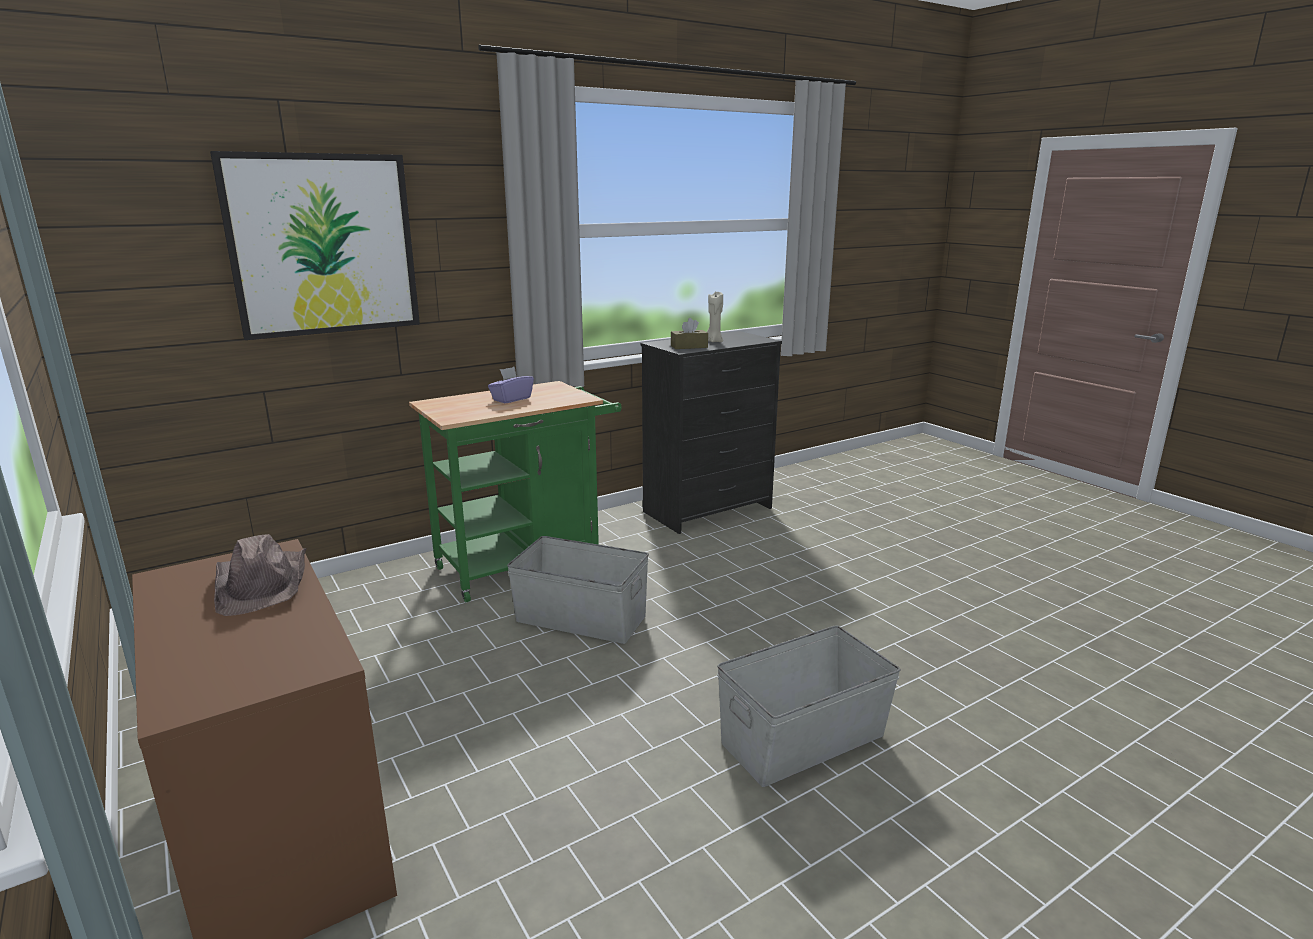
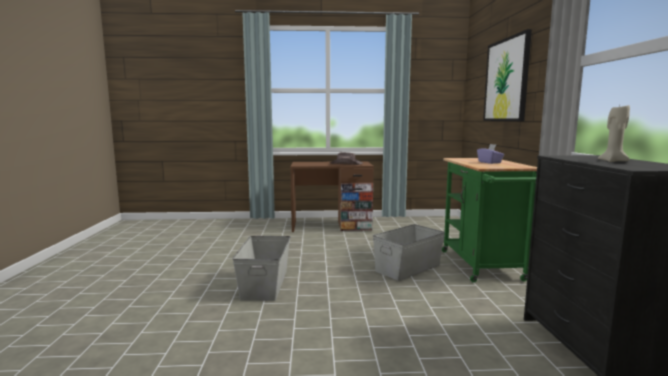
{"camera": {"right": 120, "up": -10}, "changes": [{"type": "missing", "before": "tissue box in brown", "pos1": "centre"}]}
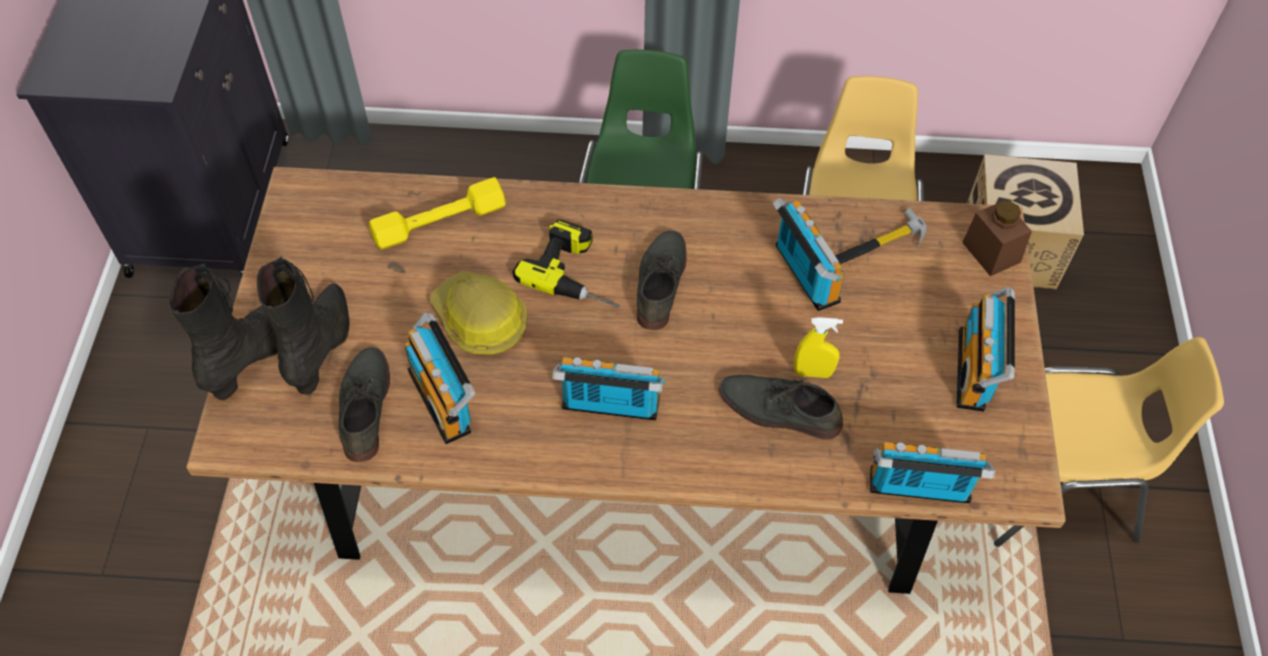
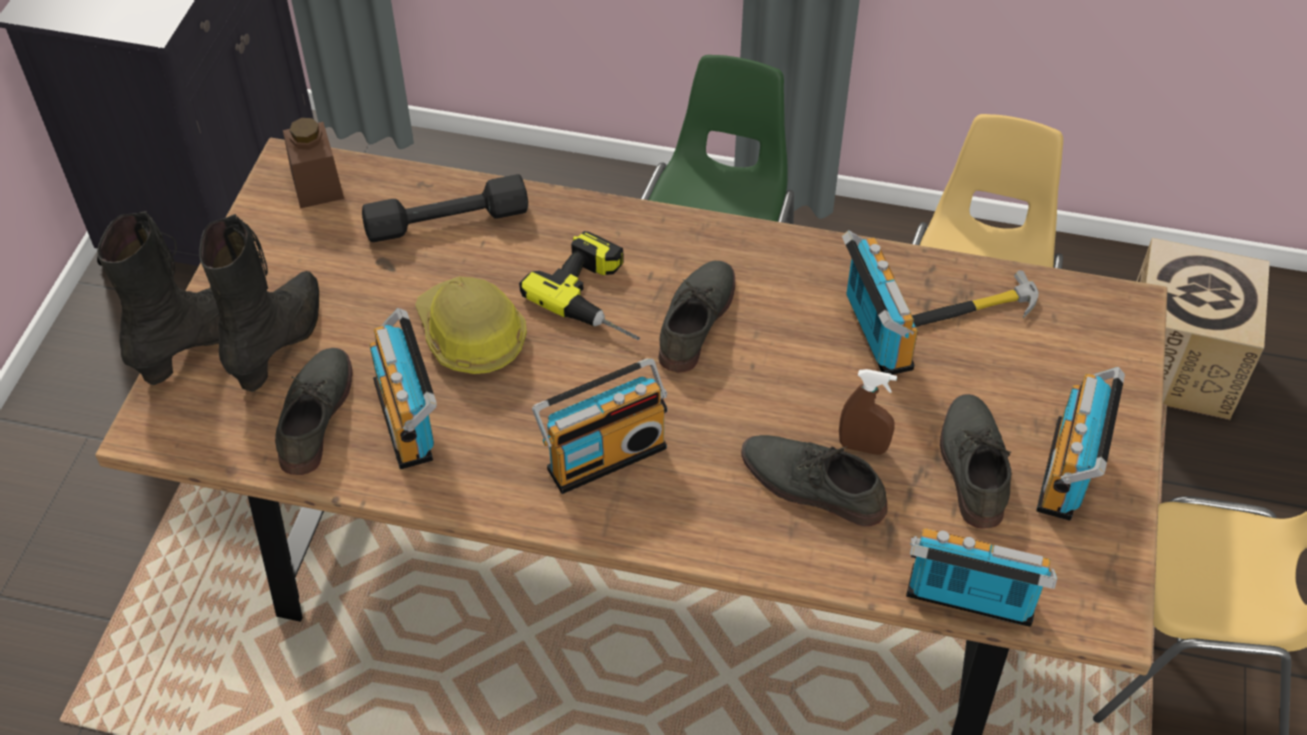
{"camera": {"right": 10, "up": -5}, "changes": [{"type": "colour", "before": "dumbbell in yellow", "after": "dumbbell in black", "pos1": "top centre", "pos2": "top centre"}, {"type": "relocated", "before": "jar in brown", "pos1": "middle right", "pos2": "top left"}, {"type": "colour", "before": "spray bottle in yellow", "after": "spray bottle in brown", "pos1": "centre", "pos2": "centre"}, {"type": "spun", "before": "radio (no. 2 from left)", "pos1": "centre", "pos2": "centre", "turn": 135}, {"type": "appeared", "after": "shoe in grey (no. 4 from left)", "pos2": "middle right"}]}
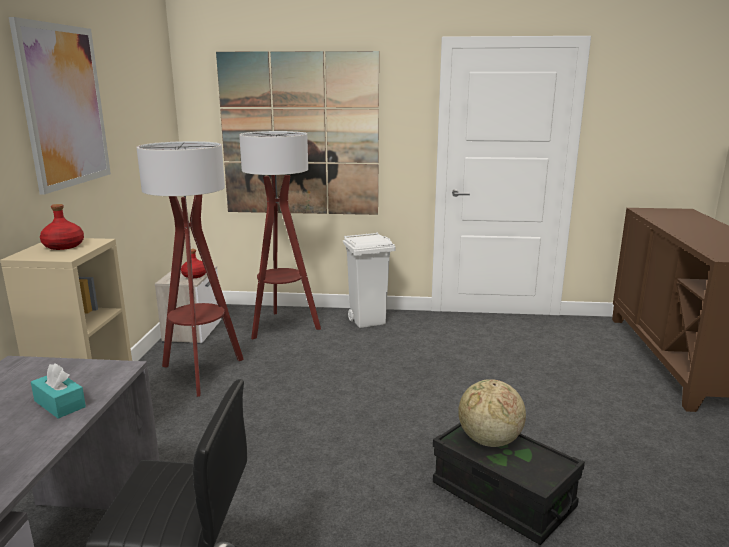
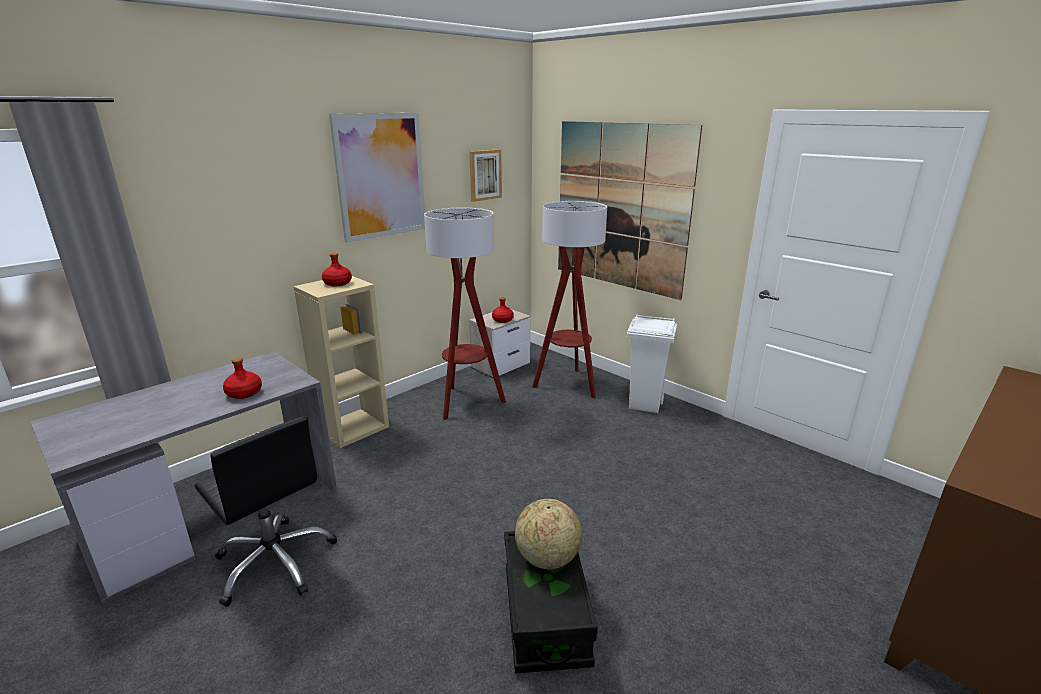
{"camera": {"right": 40, "up": 5}, "changes": [{"type": "exchanged", "before": "tissue box in turquoise", "after": "bottle in red (no. 1 from left)", "pos1": "bottom left", "pos2": "middle left"}, {"type": "appeared", "after": "picture (no. 2 from left)", "pos2": "top centre"}]}
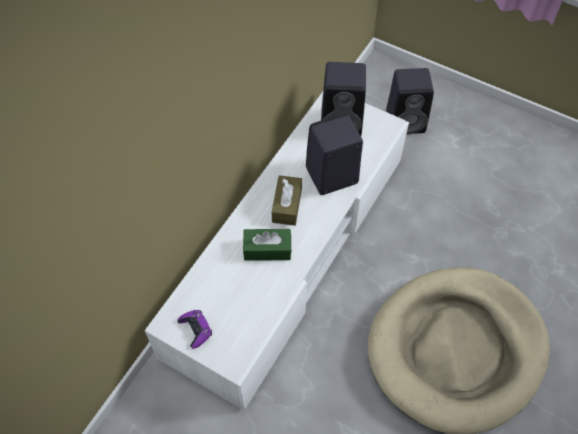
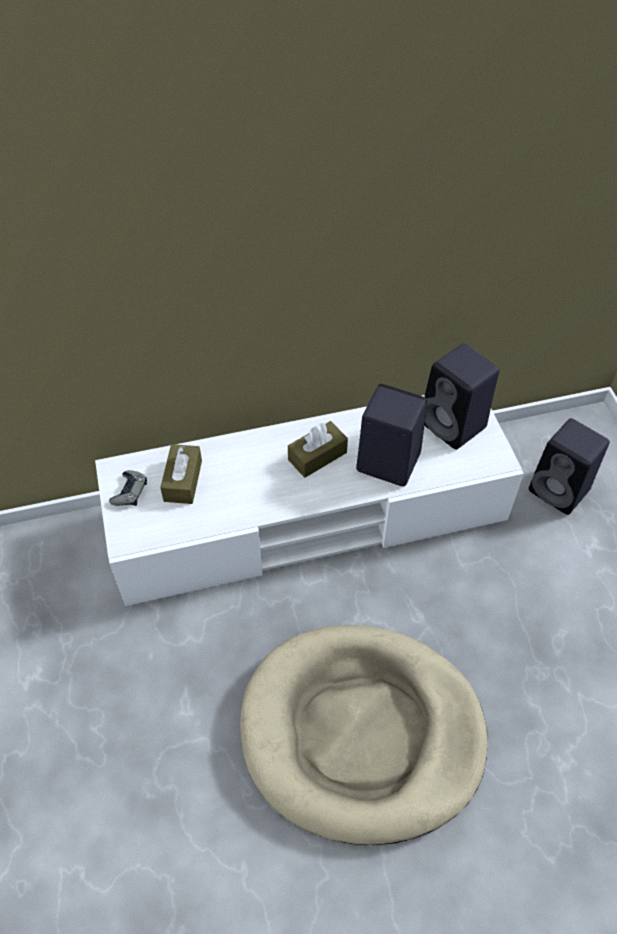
{"camera": {"right": 45, "up": -5}, "changes": [{"type": "missing", "before": "tissue box in green", "pos1": "centre"}, {"type": "colour", "before": "game controller in purple", "after": "game controller in grey", "pos1": "bottom centre", "pos2": "middle left"}, {"type": "appeared", "after": "tissue box in brown (no. 1 from left)", "pos2": "middle left"}]}
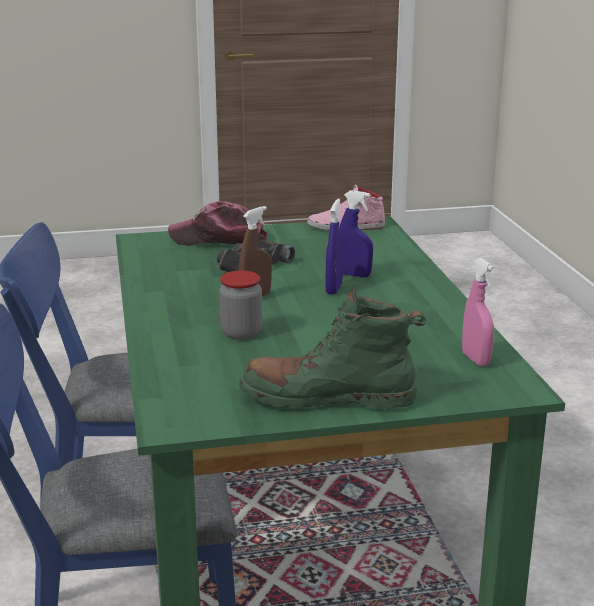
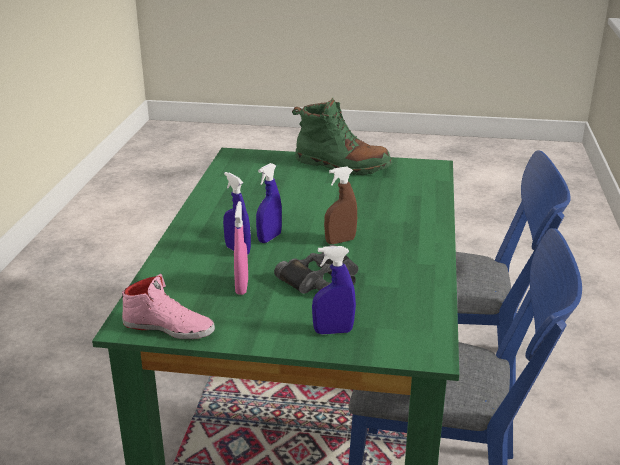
{"camera": {"right": -160, "up": 5}, "changes": [{"type": "exchanged", "before": "cap", "after": "spray bottle in blue (no. 3 from left)", "pos1": "centre", "pos2": "centre"}, {"type": "relocated", "before": "spray bottle in pink", "pos1": "middle right", "pos2": "centre"}, {"type": "missing", "before": "jar", "pos1": "centre"}]}
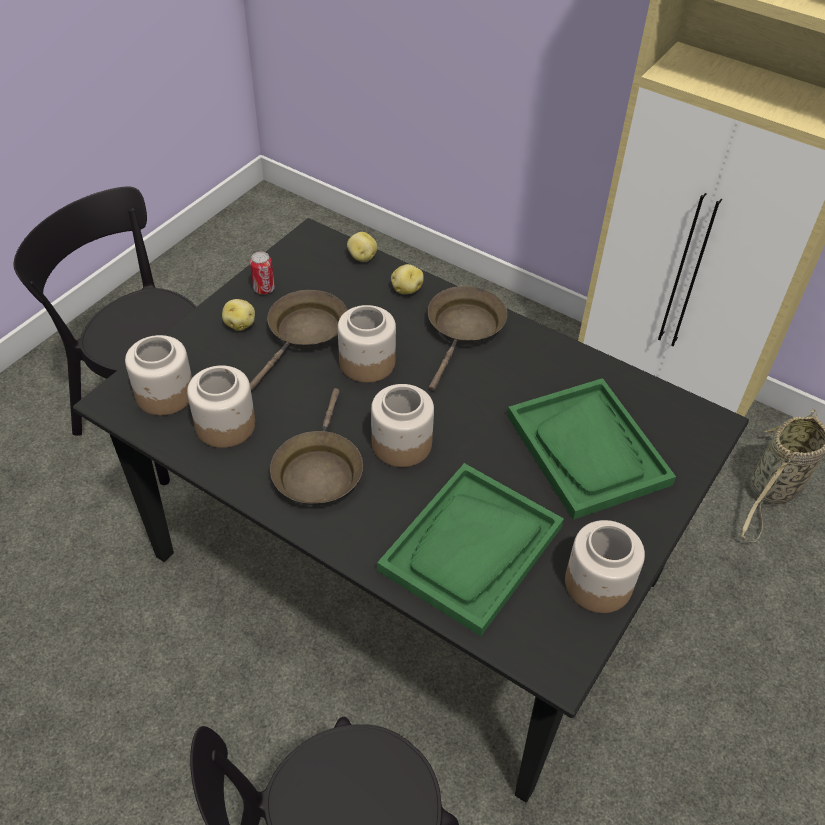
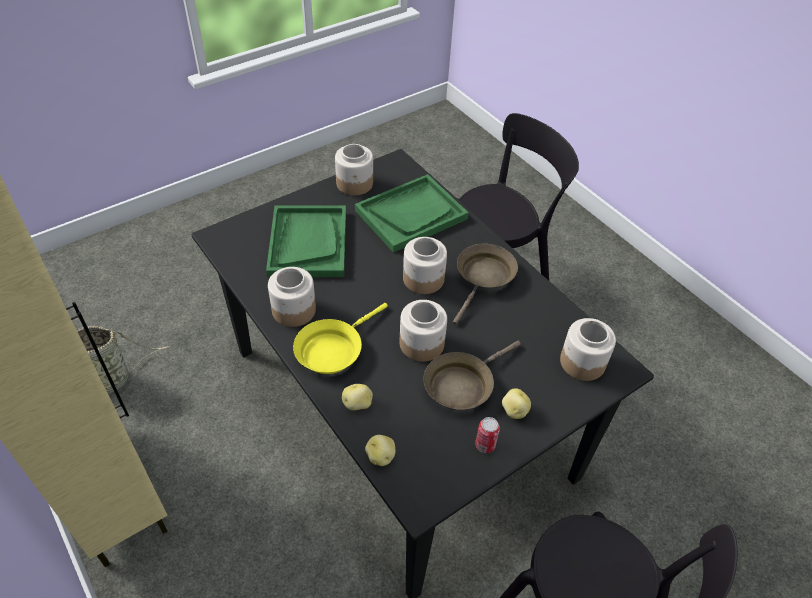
{"camera": {"right": -160, "up": 0}, "changes": [{"type": "colour", "before": "frying pan in brown (no. 3 from left)", "after": "frying pan in yellow", "pos1": "centre", "pos2": "centre"}, {"type": "relocated", "before": "jar (no. 2 from left in the first image)", "after": "jar (no. 1 from left)", "pos1": "middle left", "pos2": "centre"}]}
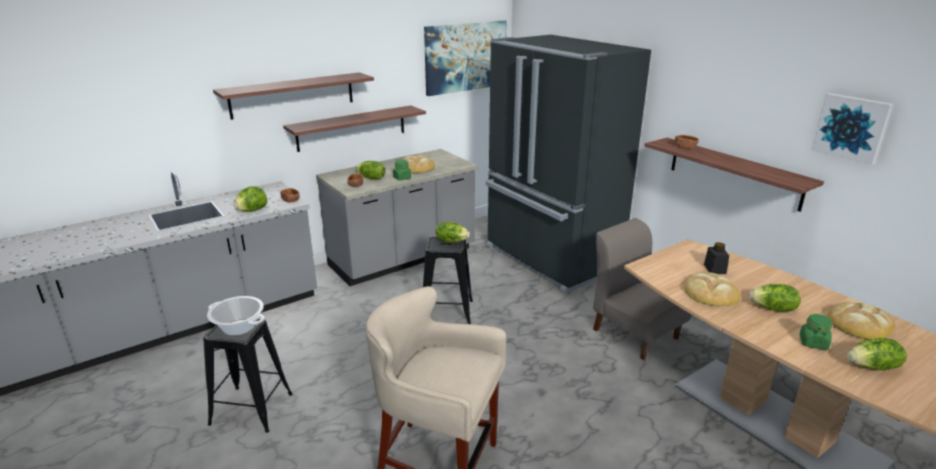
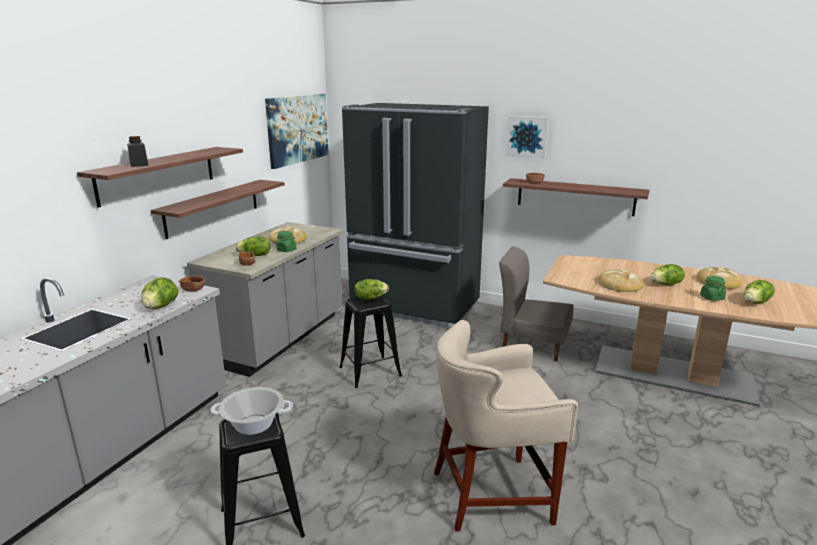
{"camera": {"right": -30, "up": -5}, "changes": [{"type": "relocated", "before": "picture (no. 2 from left)", "pos1": "top right", "pos2": "top centre"}, {"type": "relocated", "before": "jar in black", "pos1": "middle right", "pos2": "top left"}]}
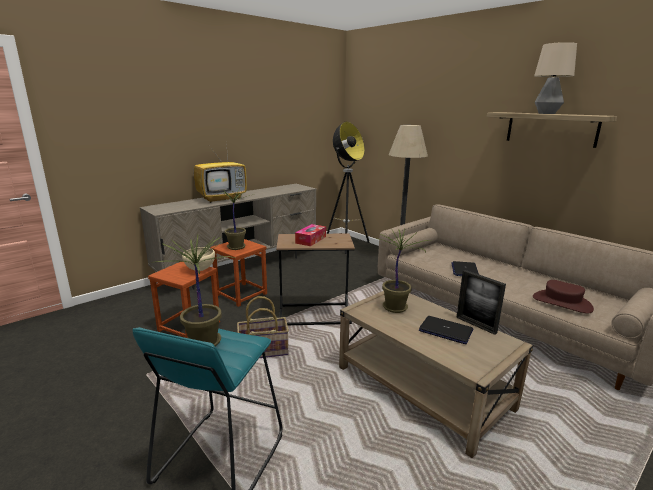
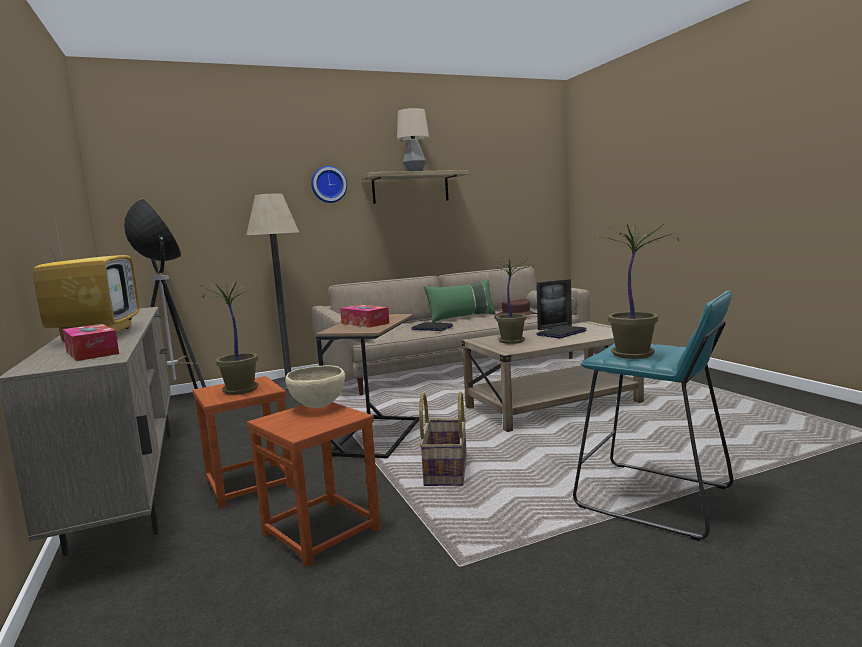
{"camera": {"right": -70, "up": -10}, "changes": [{"type": "appeared", "after": "wall clock", "pos2": "top centre"}, {"type": "appeared", "after": "pillow in green", "pos2": "centre"}, {"type": "appeared", "after": "tissue box (no. 1 from left)", "pos2": "middle left"}]}
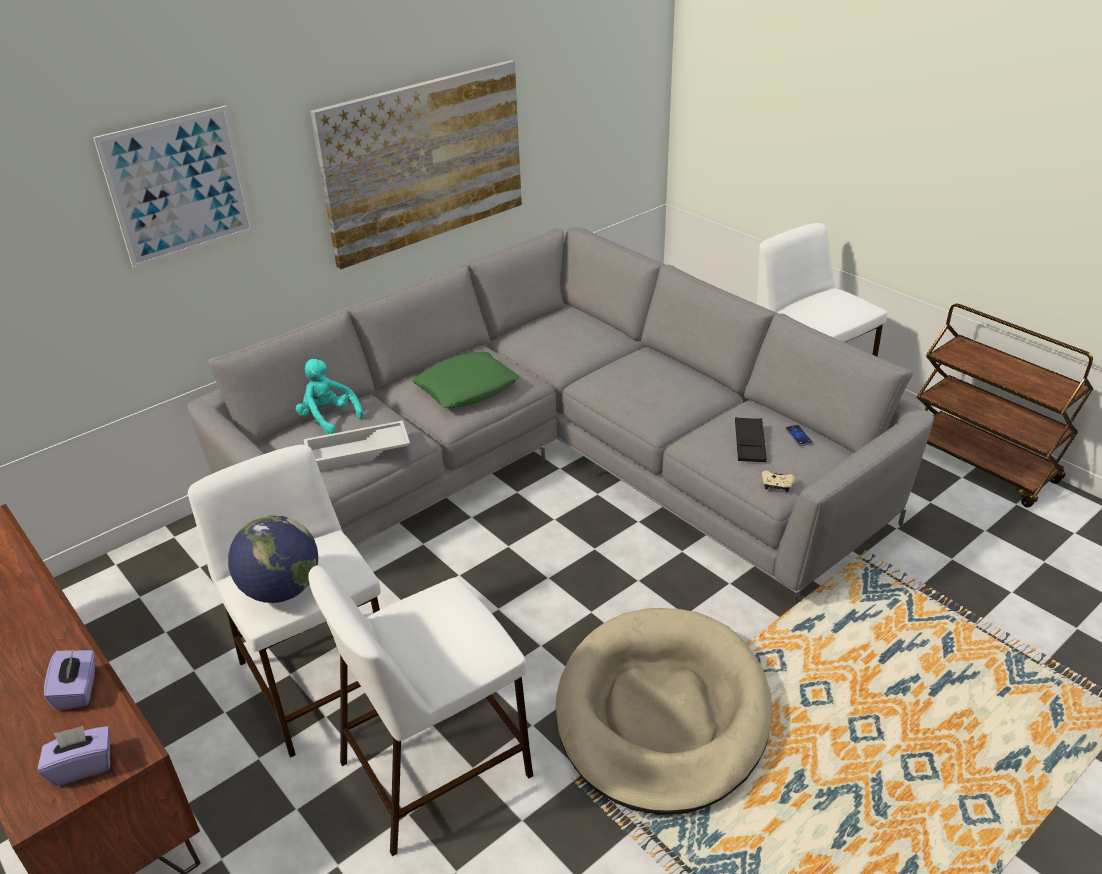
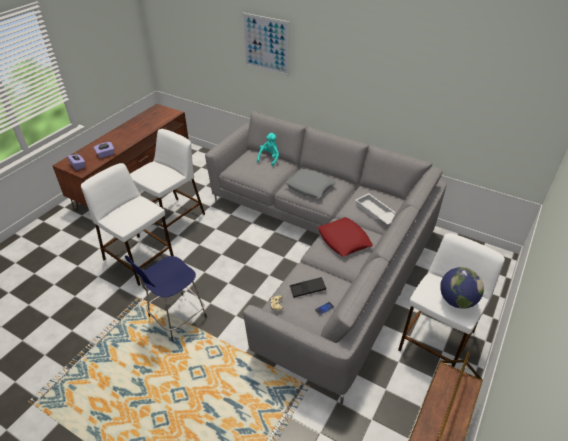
{"camera": {"right": 70, "up": 5}, "changes": [{"type": "missing", "before": "picture (no. 2 from left)", "pos1": "top centre"}, {"type": "colour", "before": "pillow in green", "after": "pillow in grey", "pos1": "centre", "pos2": "centre"}, {"type": "relocated", "before": "tray in white", "pos1": "middle left", "pos2": "centre"}, {"type": "relocated", "before": "globe", "pos1": "middle left", "pos2": "middle right"}, {"type": "exchanged", "before": "dog bed in beige", "after": "stool in blue", "pos1": "bottom centre", "pos2": "bottom left"}, {"type": "appeared", "after": "pillow in red", "pos2": "centre"}]}
